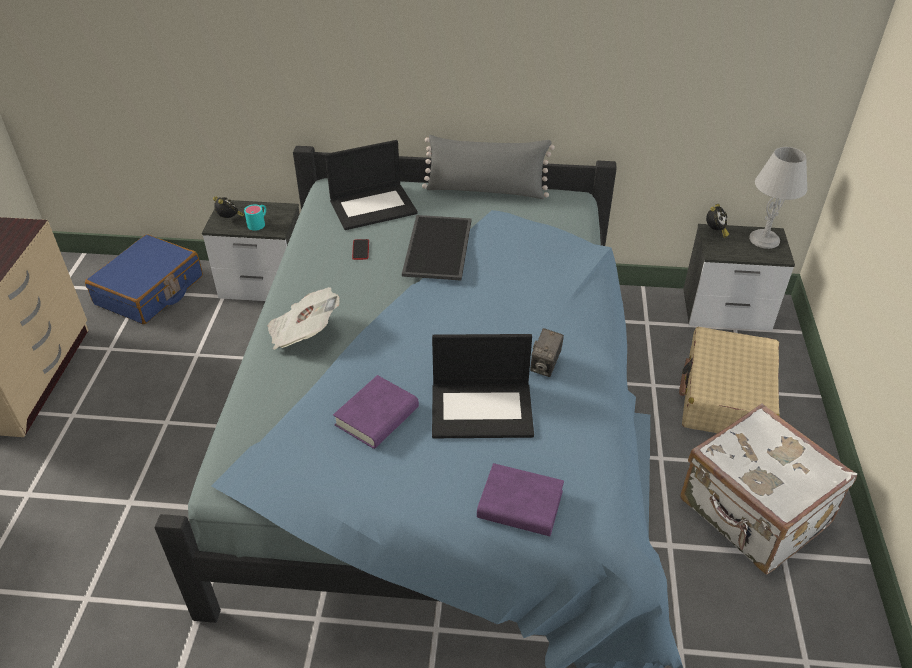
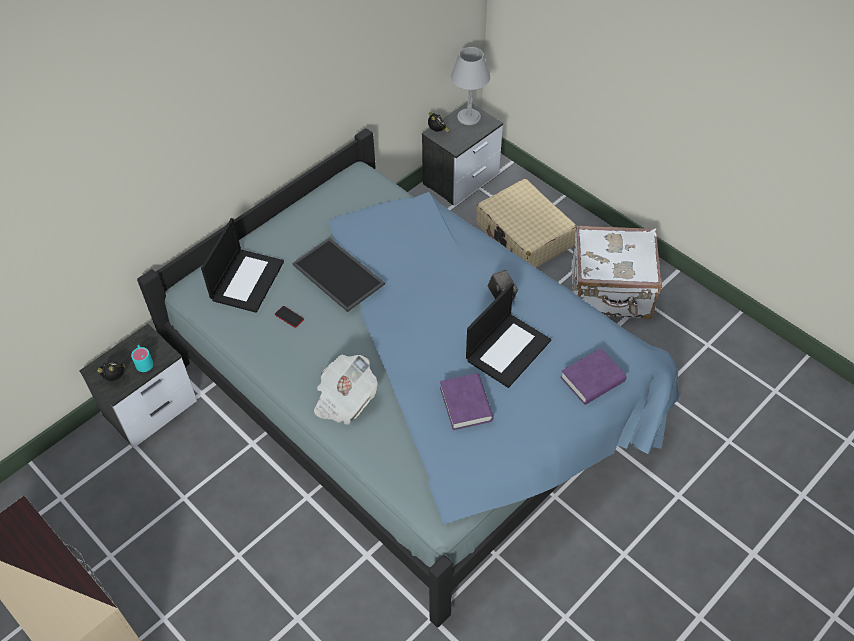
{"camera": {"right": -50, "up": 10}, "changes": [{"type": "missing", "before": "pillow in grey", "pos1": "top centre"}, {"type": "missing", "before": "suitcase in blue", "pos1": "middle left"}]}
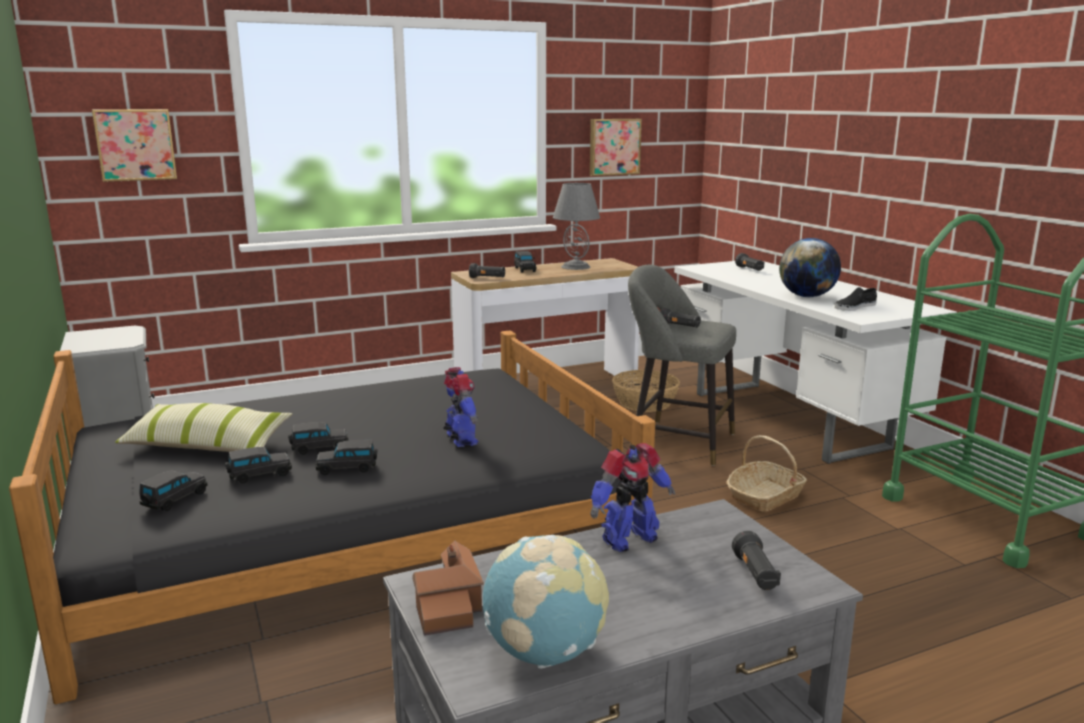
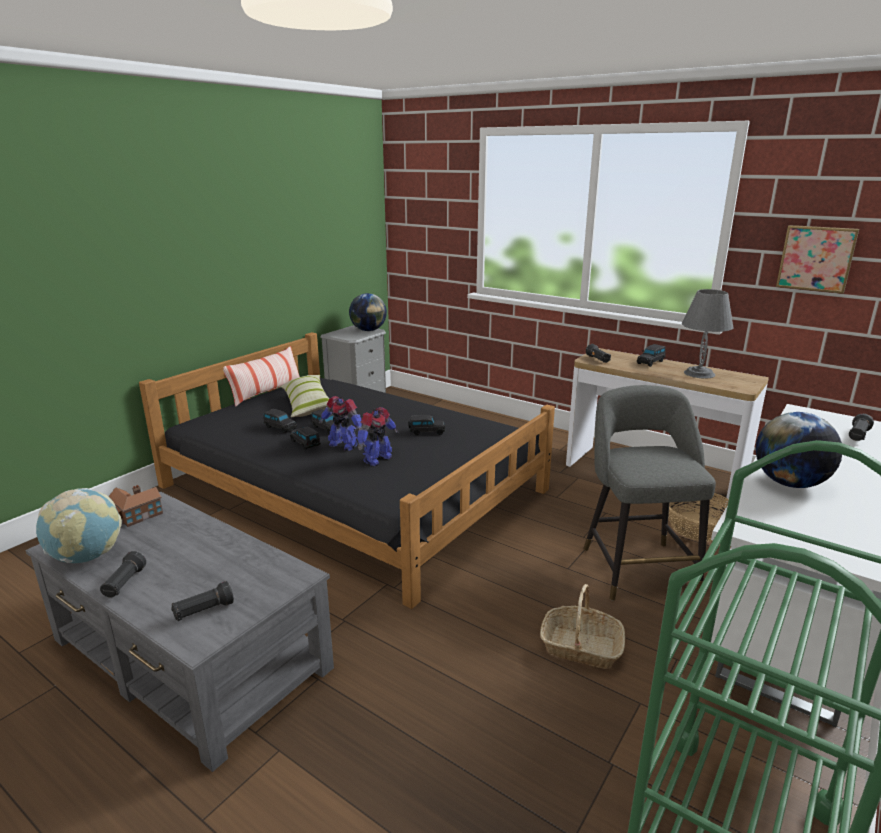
{"camera": {"right": 60, "up": 5}, "changes": [{"type": "missing", "before": "picture (no. 1 from left)", "pos1": "top left"}, {"type": "missing", "before": "shoe in black", "pos1": "middle right"}, {"type": "relocated", "before": "flashlight in black (no. 2 from left in the first image)", "after": "flashlight in black (no. 1 from left)", "pos1": "centre", "pos2": "bottom left"}, {"type": "relocated", "before": "toy robot (no. 2 from left in the first image)", "after": "toy robot (no. 1 from left)", "pos1": "bottom centre", "pos2": "centre"}, {"type": "relocated", "before": "toy car in black (no. 1 from left in the first image)", "after": "toy car in black (no. 4 from left)", "pos1": "bottom left", "pos2": "centre"}, {"type": "appeared", "after": "globe (no. 2 from left)", "pos2": "centre"}, {"type": "appeared", "after": "pillow (no. 1 from left)", "pos2": "middle left"}]}
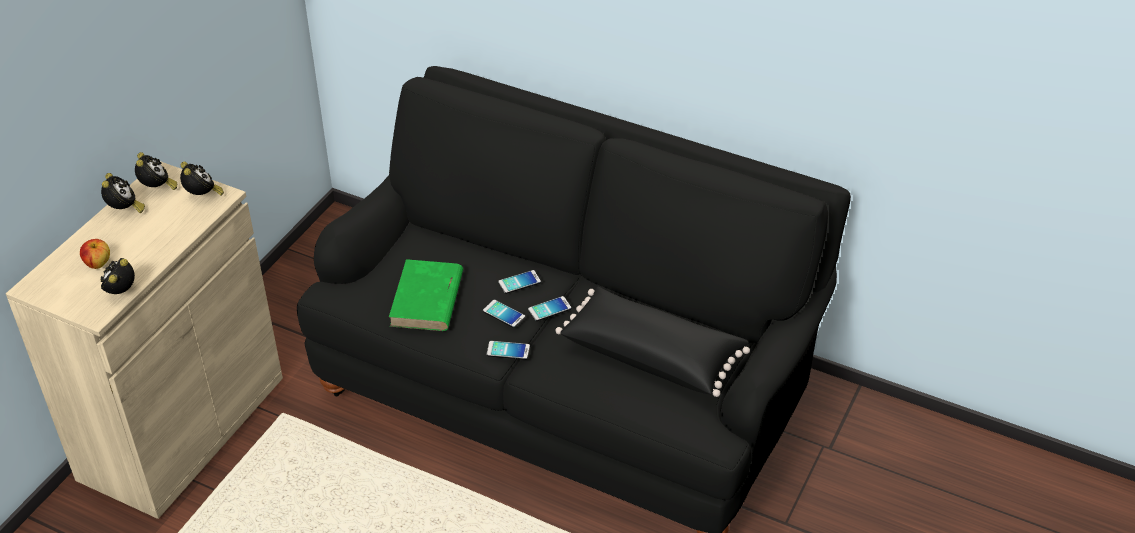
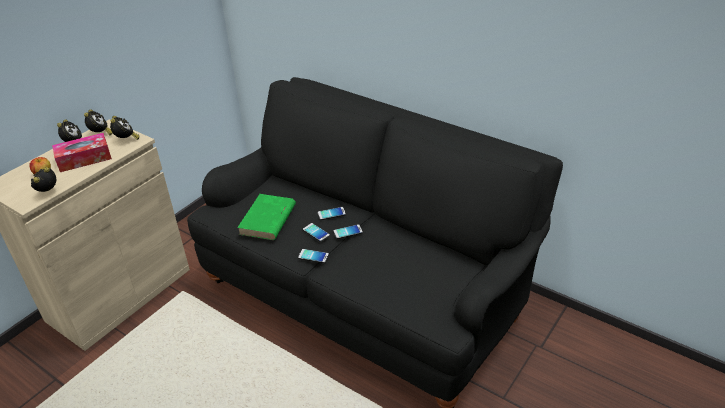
{"camera": {"right": 10, "up": -5}, "changes": [{"type": "missing", "before": "pillow in black", "pos1": "centre"}, {"type": "appeared", "after": "tissue box", "pos2": "middle left"}]}
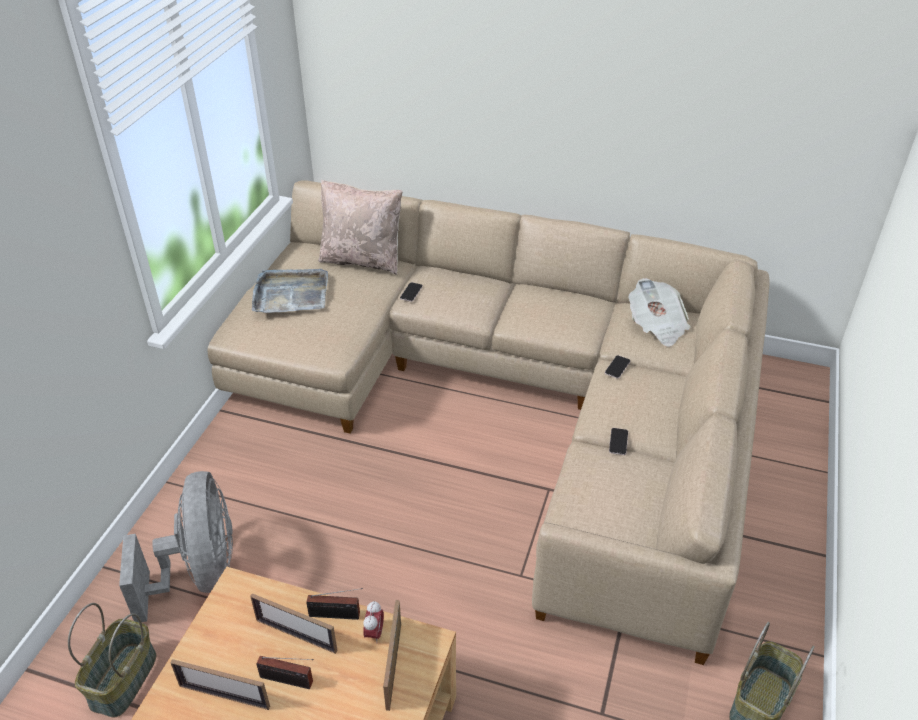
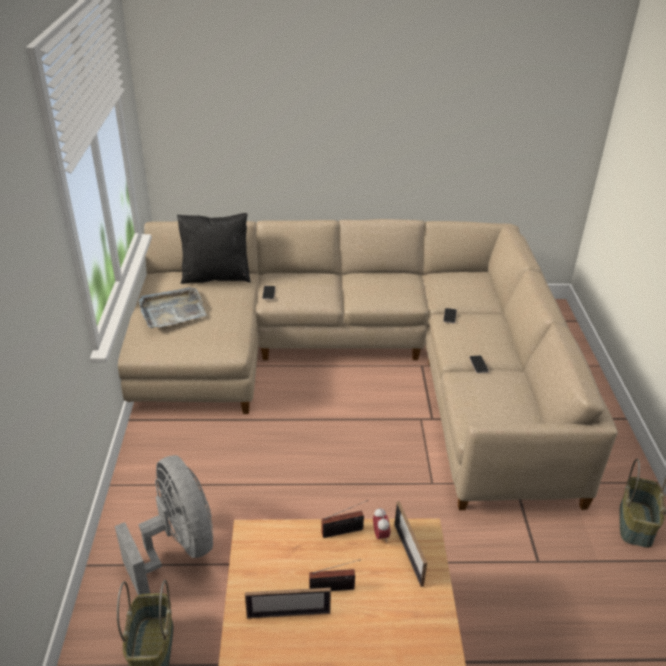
{"camera": {"right": -20, "up": -5}, "changes": [{"type": "colour", "before": "pillow in beige", "after": "pillow in black", "pos1": "top centre", "pos2": "middle left"}, {"type": "missing", "before": "newspaper", "pos1": "middle right"}, {"type": "missing", "before": "picture frame (no. 2 from left)", "pos1": "bottom left"}]}
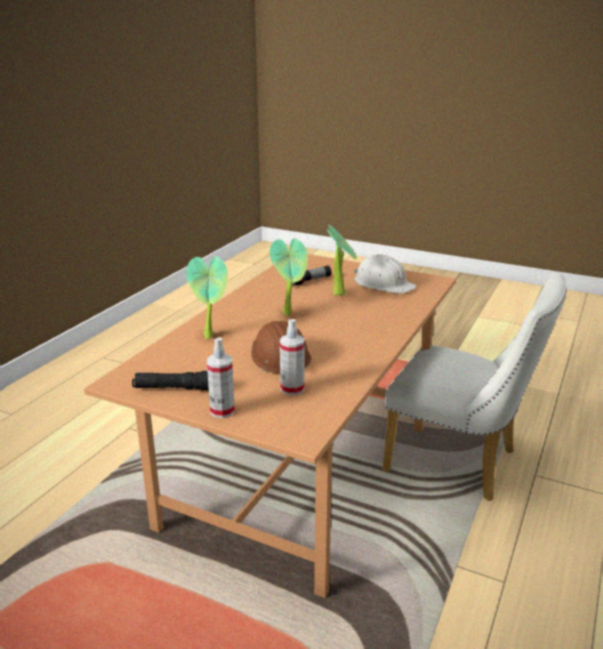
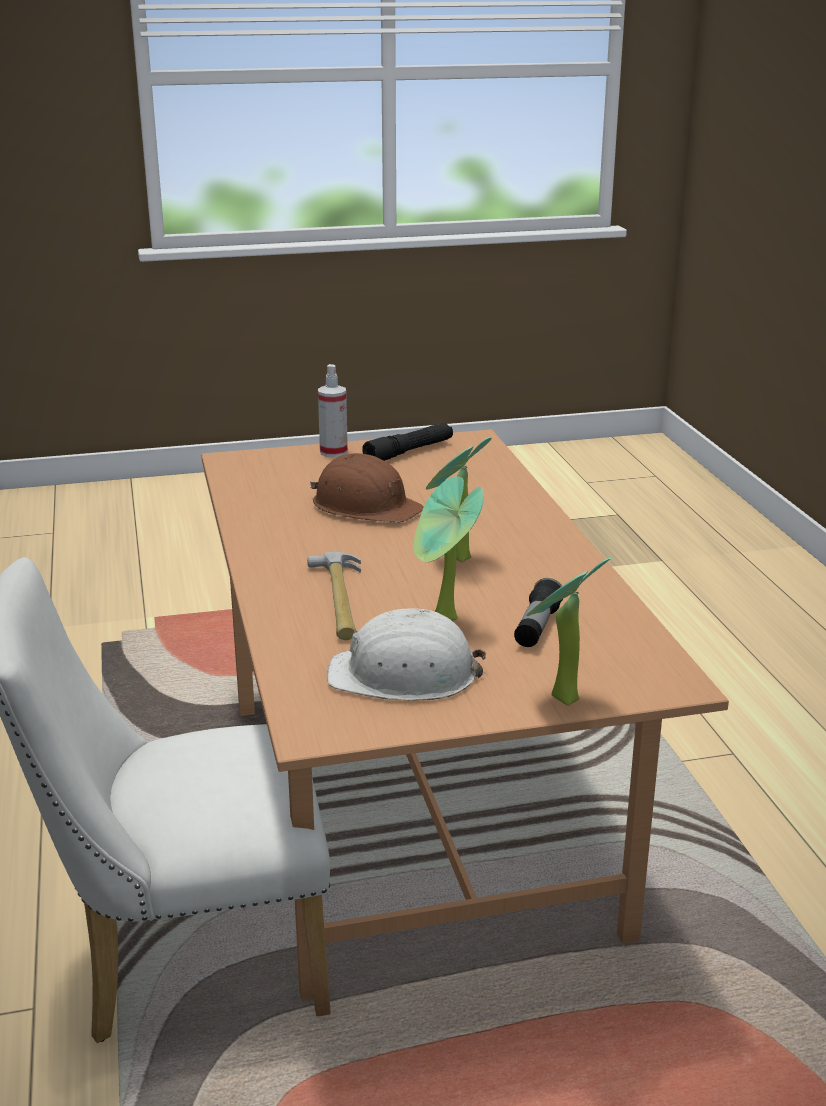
{"camera": {"right": 140, "up": 0}, "changes": [{"type": "relocated", "before": "potted plant (no. 1 from left in the first image)", "after": "potted plant (no. 3 from left)", "pos1": "centre", "pos2": "middle right"}, {"type": "missing", "before": "spray bottle (no. 2 from left)", "pos1": "centre"}, {"type": "appeared", "after": "hammer", "pos2": "centre"}]}
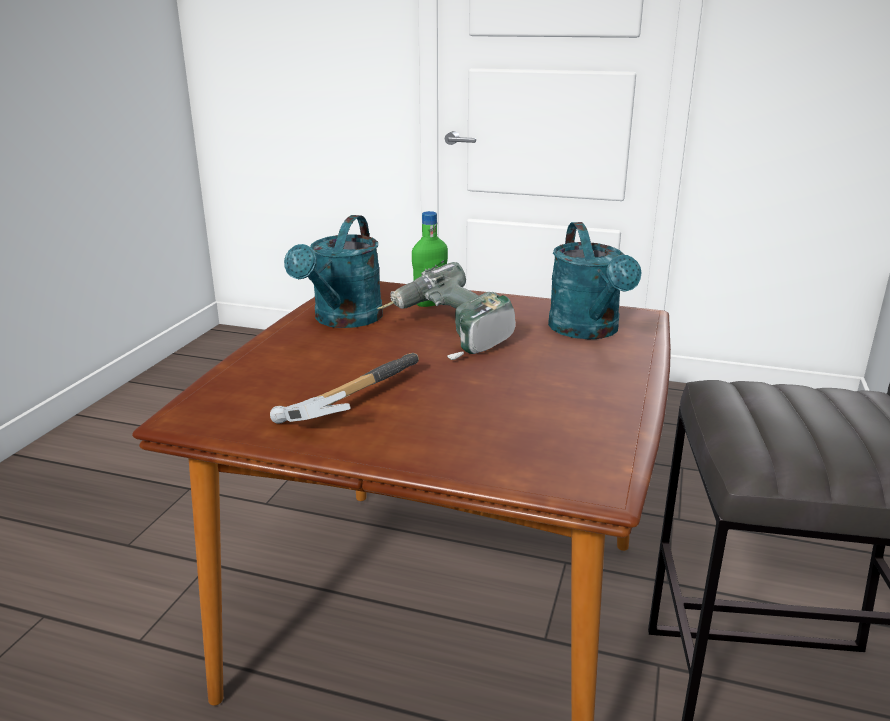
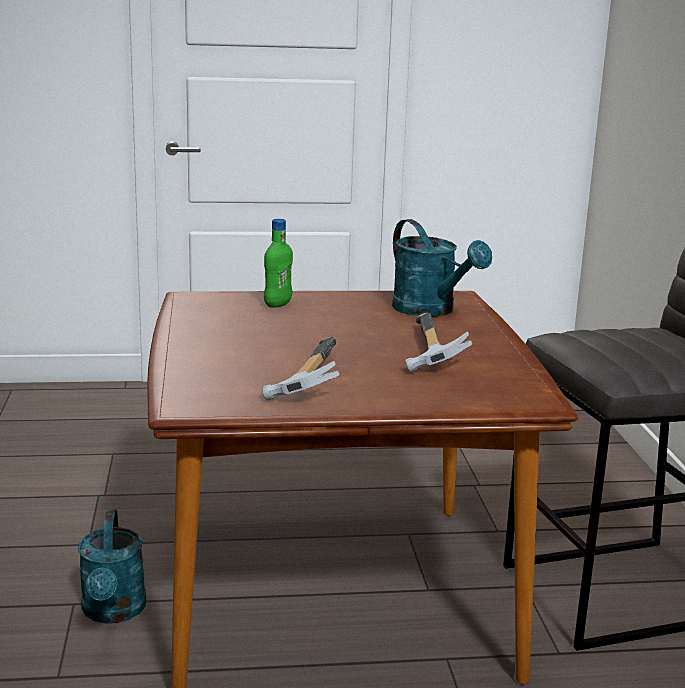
{"camera": {"right": -25, "up": -5}, "changes": [{"type": "relocated", "before": "watering can in turquoise (no. 1 from left)", "pos1": "centre", "pos2": "bottom left"}, {"type": "missing", "before": "power drill", "pos1": "centre"}, {"type": "appeared", "after": "hammer (no. 2 from left)", "pos2": "centre"}]}
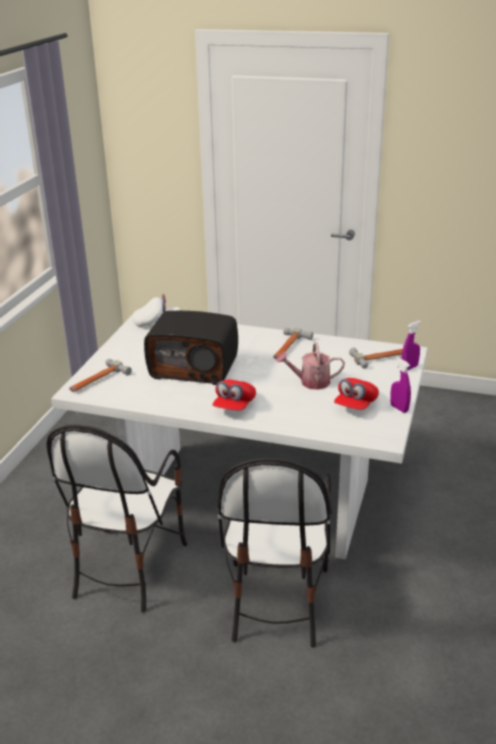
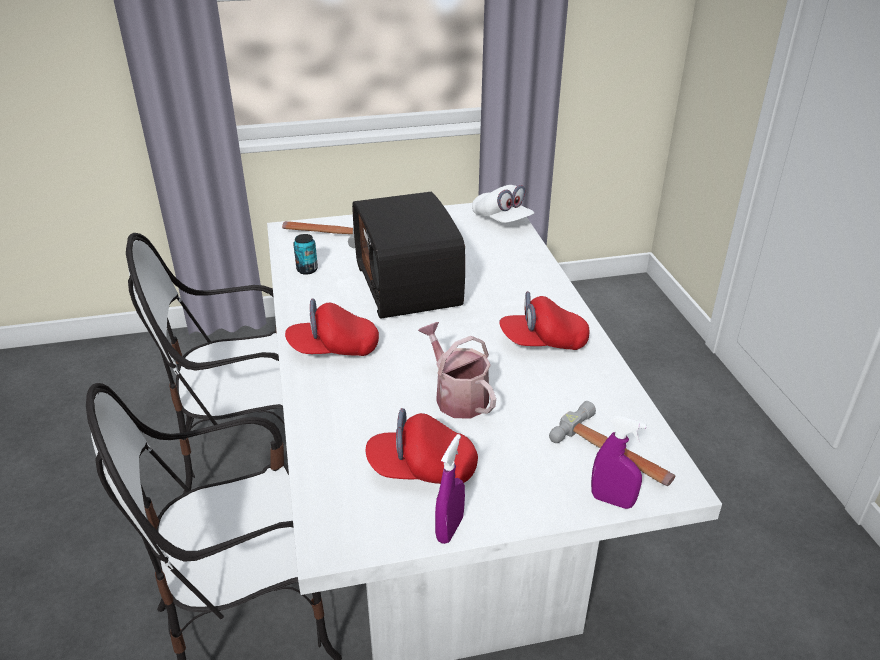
{"camera": {"right": 60, "up": 5}, "changes": [{"type": "exchanged", "before": "hammer (no. 2 from left)", "after": "cap in red (no. 3 from left)", "pos1": "centre", "pos2": "centre"}, {"type": "appeared", "after": "can", "pos2": "centre"}]}
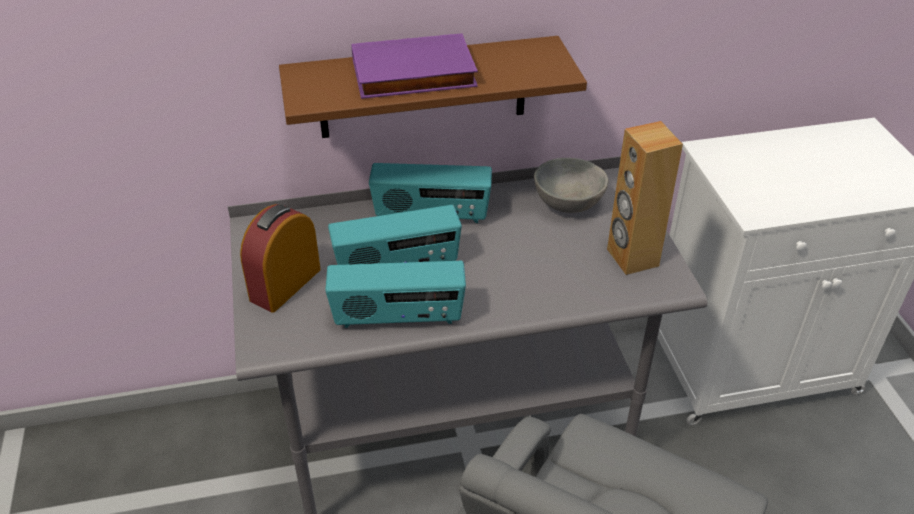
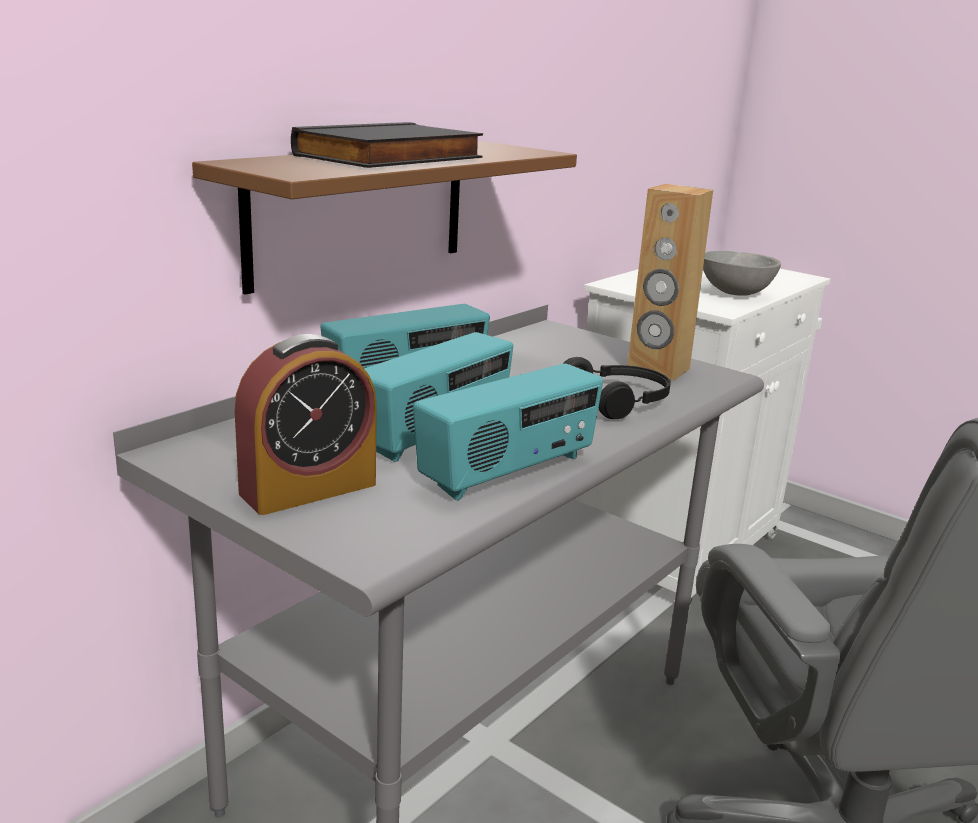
{"camera": {"right": -40, "up": -20}, "changes": [{"type": "colour", "before": "book in purple", "after": "book in black", "pos1": "top centre", "pos2": "top centre"}, {"type": "relocated", "before": "bowl in grey", "pos1": "centre", "pos2": "top right"}, {"type": "spun", "before": "alarm clock", "pos1": "middle left", "pos2": "middle left", "turn": -120}, {"type": "appeared", "after": "headphones in black", "pos2": "centre"}]}
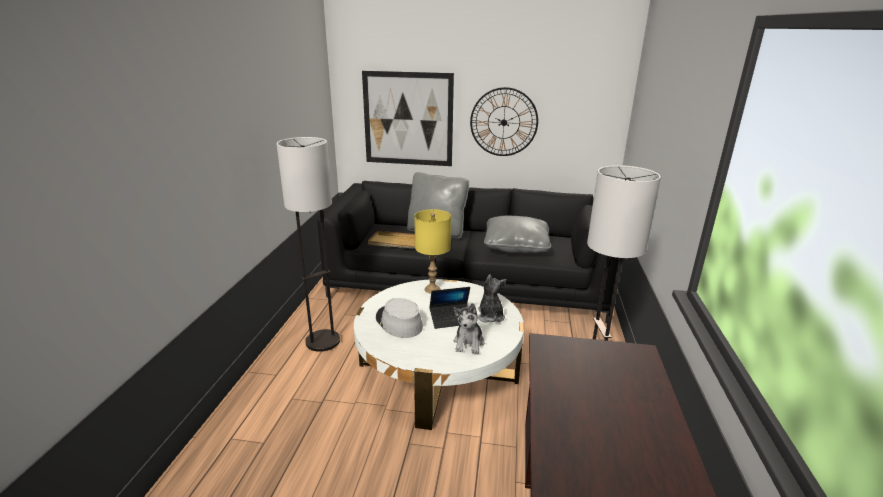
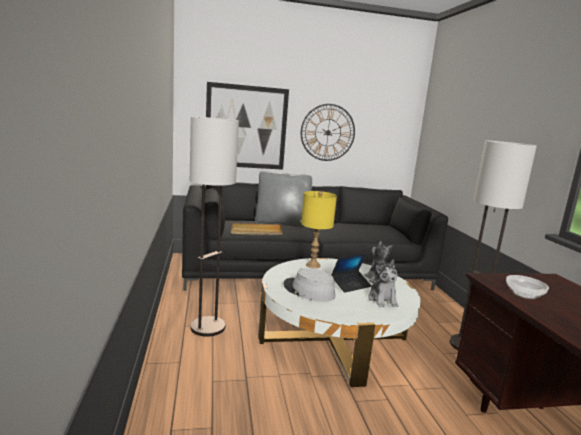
{"camera": {"right": -20, "up": -10}, "changes": [{"type": "missing", "before": "pillow in grey (no. 2 from left)", "pos1": "centre"}, {"type": "appeared", "after": "bowl", "pos2": "middle right"}]}
